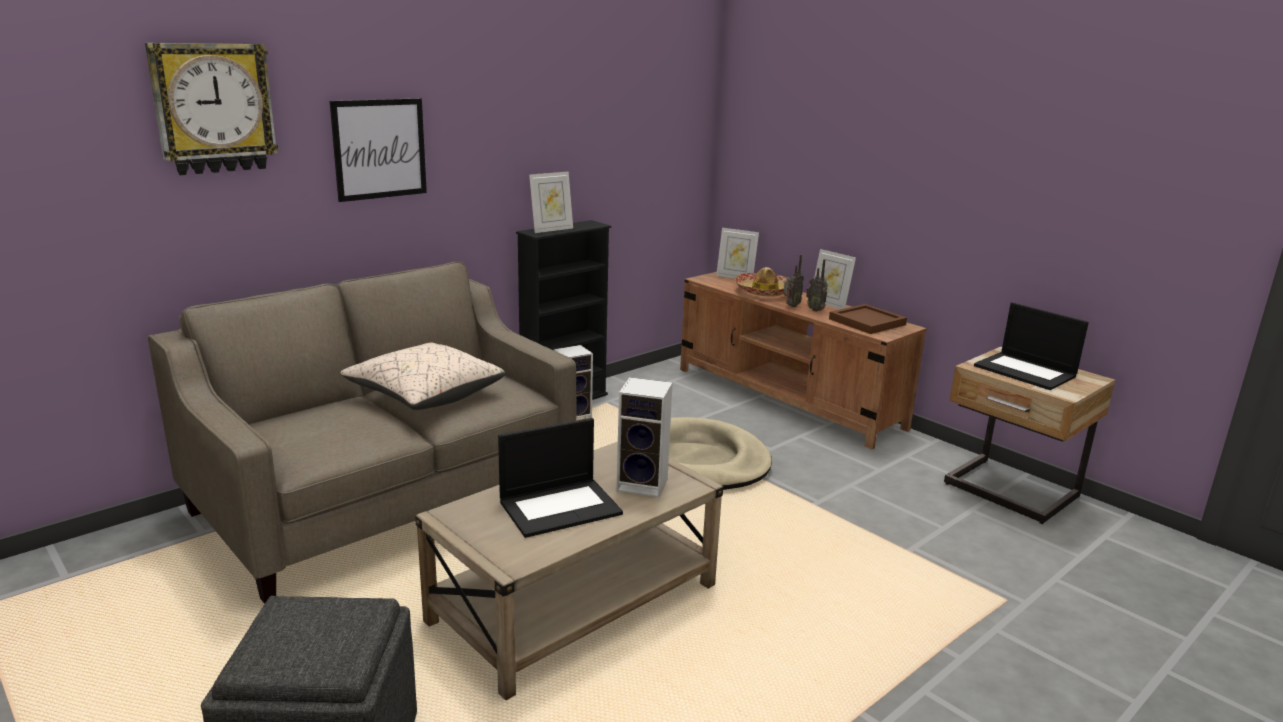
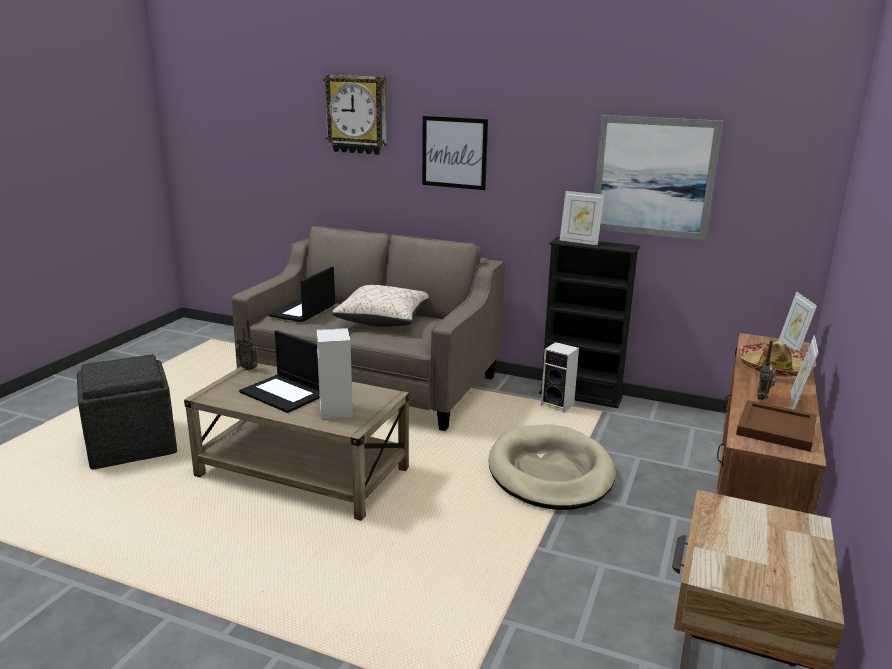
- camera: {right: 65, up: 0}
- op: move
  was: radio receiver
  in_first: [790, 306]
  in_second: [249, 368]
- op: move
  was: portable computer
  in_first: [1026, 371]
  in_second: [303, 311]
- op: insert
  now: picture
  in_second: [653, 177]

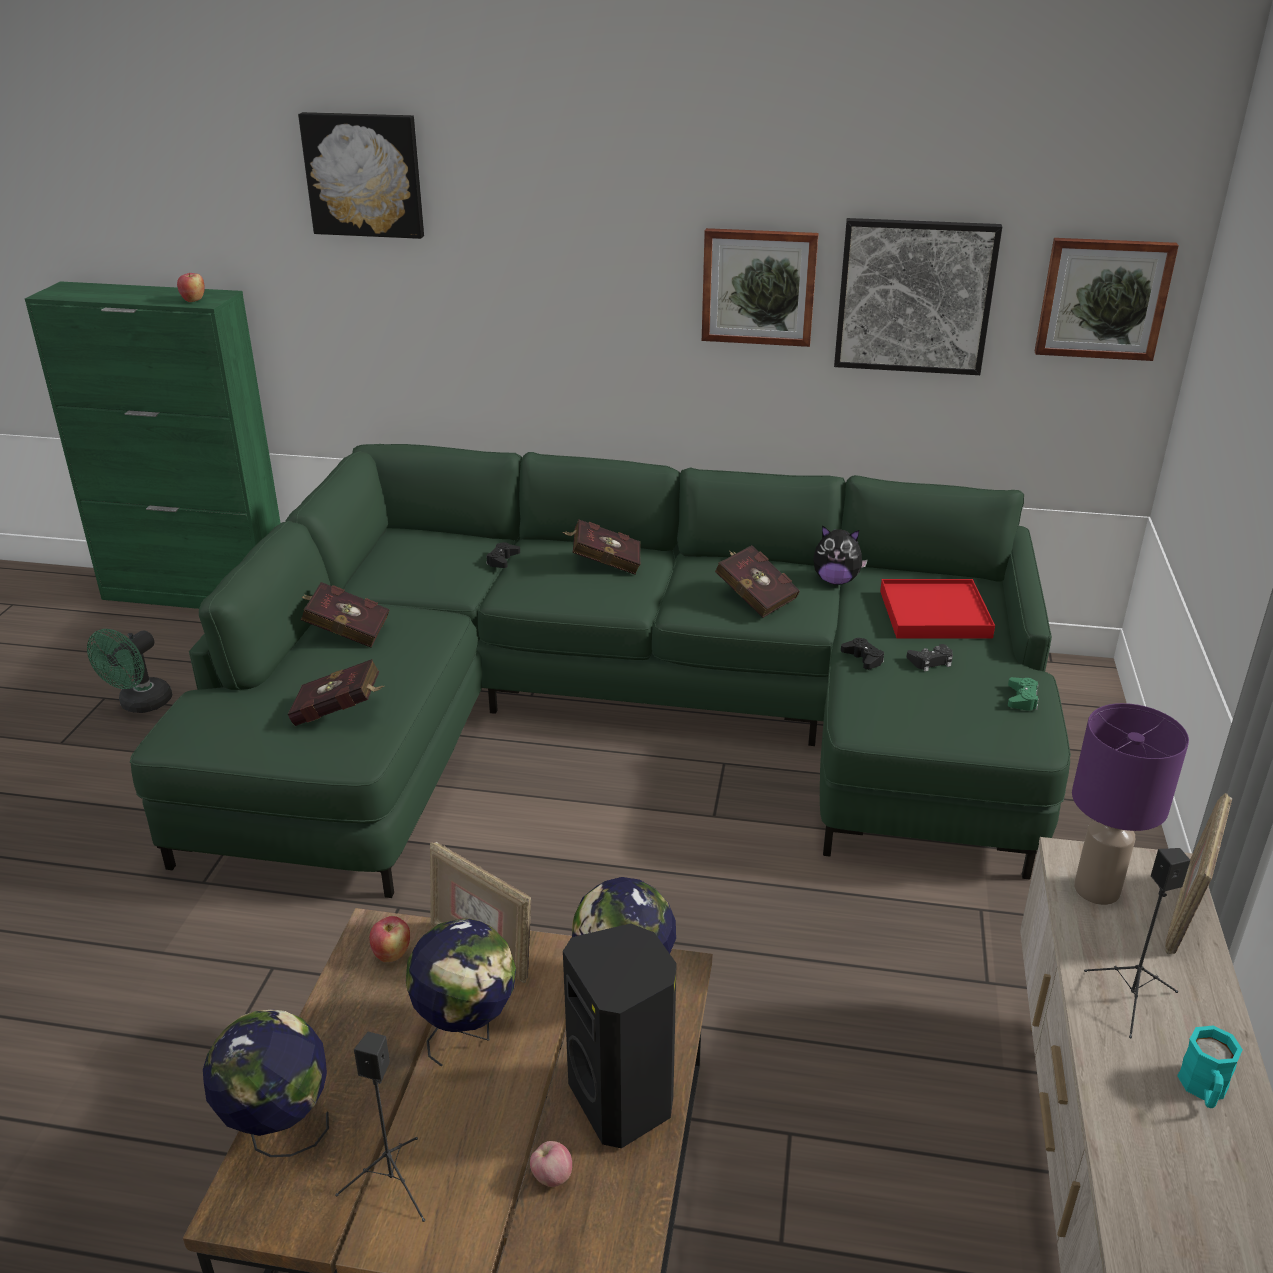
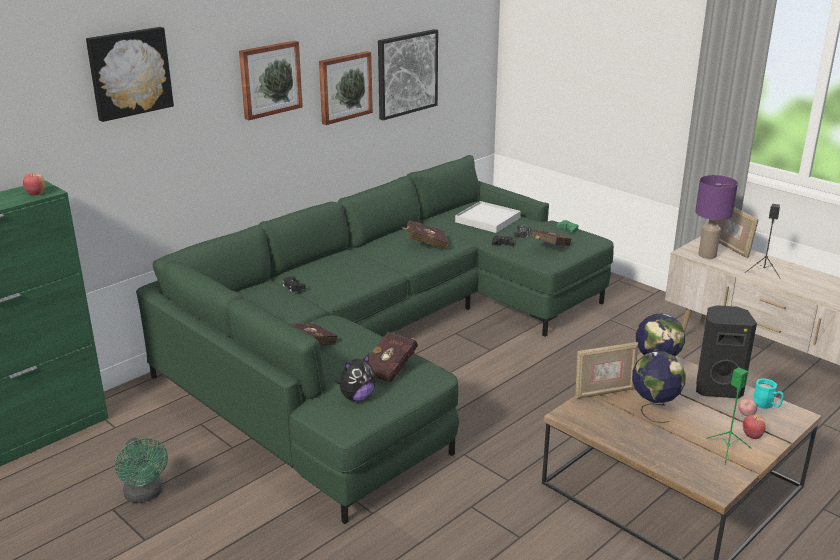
- camera: {right: -55, up: -5}
- op: move
  was: picture
  in_first: [1103, 298]
  in_second: [269, 79]
- op: move
  was: cuddly toy
  in_first: [836, 581]
  in_second: [356, 397]
- op: recolor
  was: serving tray in red-coloured
  now: serving tray in whitish
  in_first: [934, 614]
  in_second: [487, 220]
- op: move
  was: book in red-coloured
  in_first: [603, 563]
  in_second: [549, 248]
- op: recolor
  was: loudspeaker in black
  now: loudspeaker in greenish
  in_first: [393, 1184]
  in_second: [727, 449]
- op: move
  was: whole apple
  in_first: [391, 954]
  in_second: [752, 435]
- op: move
  was: mug in turquoise
  in_first: [1204, 1090]
  in_second: [766, 405]
- op: delete
  was: globe
  in_first: [279, 1131]

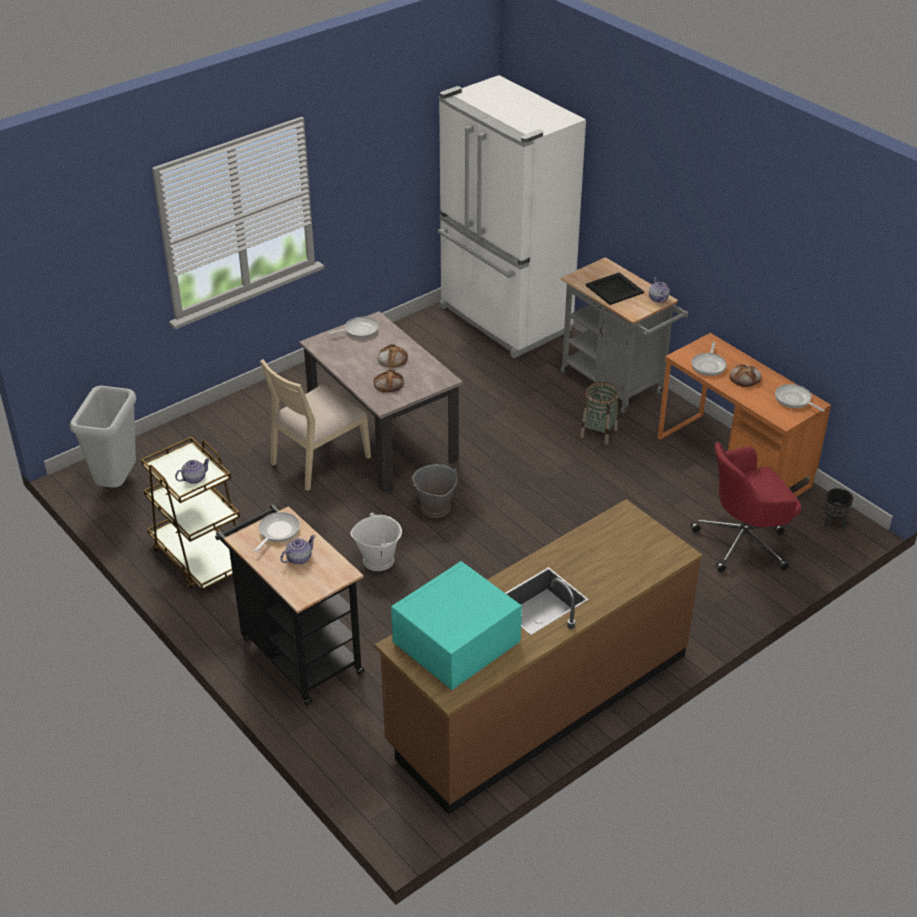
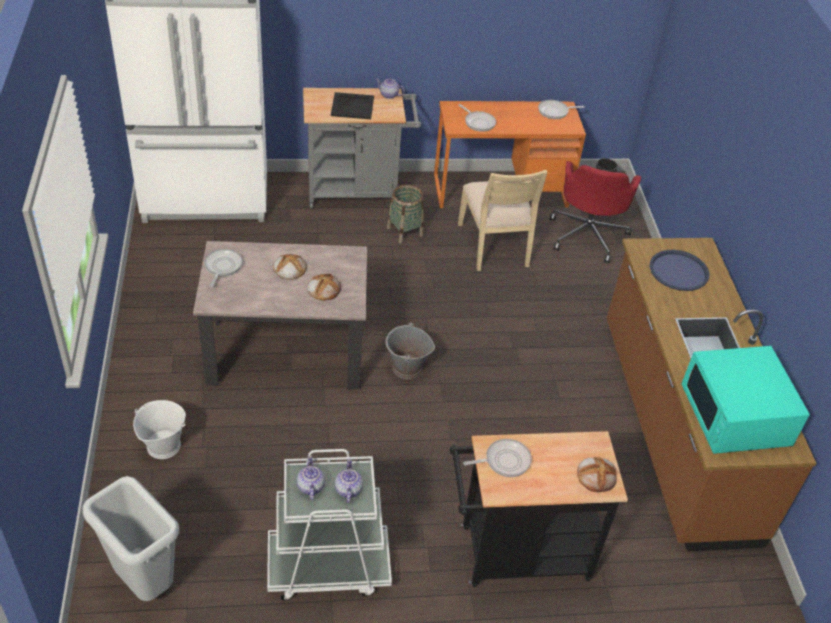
- camera: {right: -60, up: 5}
- op: move
  was: bucket in whitish
  in_first: [378, 559]
  in_second: [163, 445]
- op: recolor
  was: cart in brown
  now: cart in whitish
  in_first: [199, 558]
  in_second: [328, 567]
- op: move
  was: tea pot
  in_first: [298, 558]
  in_second: [310, 487]
- op: move
  was: chair in sand-coloured
  in_first: [319, 459]
  in_second: [494, 245]
- op: rotate
  was: skillet
  in_first: [277, 531]
  in_second: [504, 461]
  clockwise: 105
- op: move
  was: baked bread
  in_first: [745, 378]
  in_second: [596, 476]
- op: insert
  now: serving tray in blue-coloured
  in_second: [678, 271]

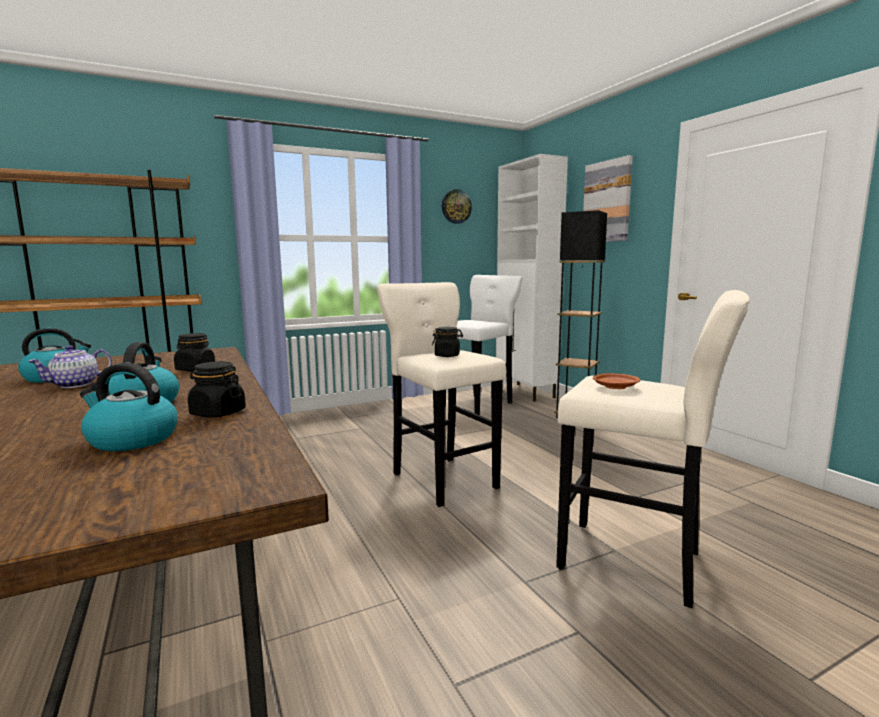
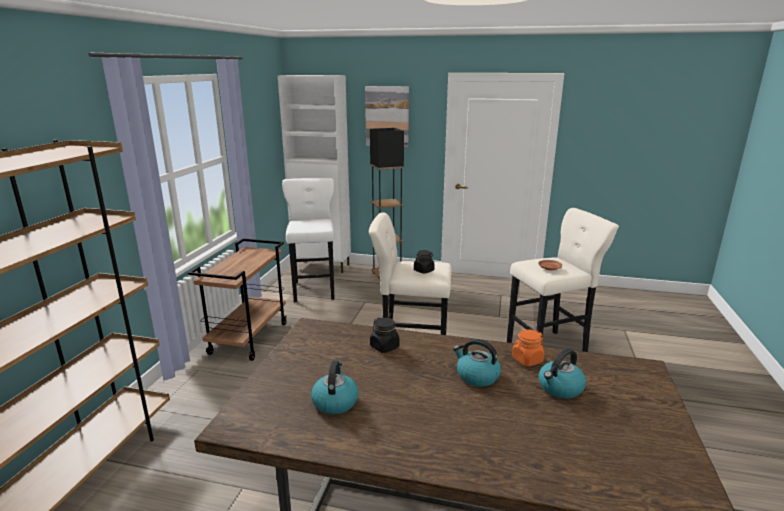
- camera: {right: -50, up: 10}
- op: insert
  now: cart in brown
  in_second: [249, 338]
- op: recolor
  was: preserve jar in black
  now: preserve jar in orangey
  in_first: [217, 413]
  in_second: [527, 360]
- op: delete
  was: tea pot
  in_first: [75, 385]
- op: delete
  was: clock on the wall
  in_first: [456, 206]

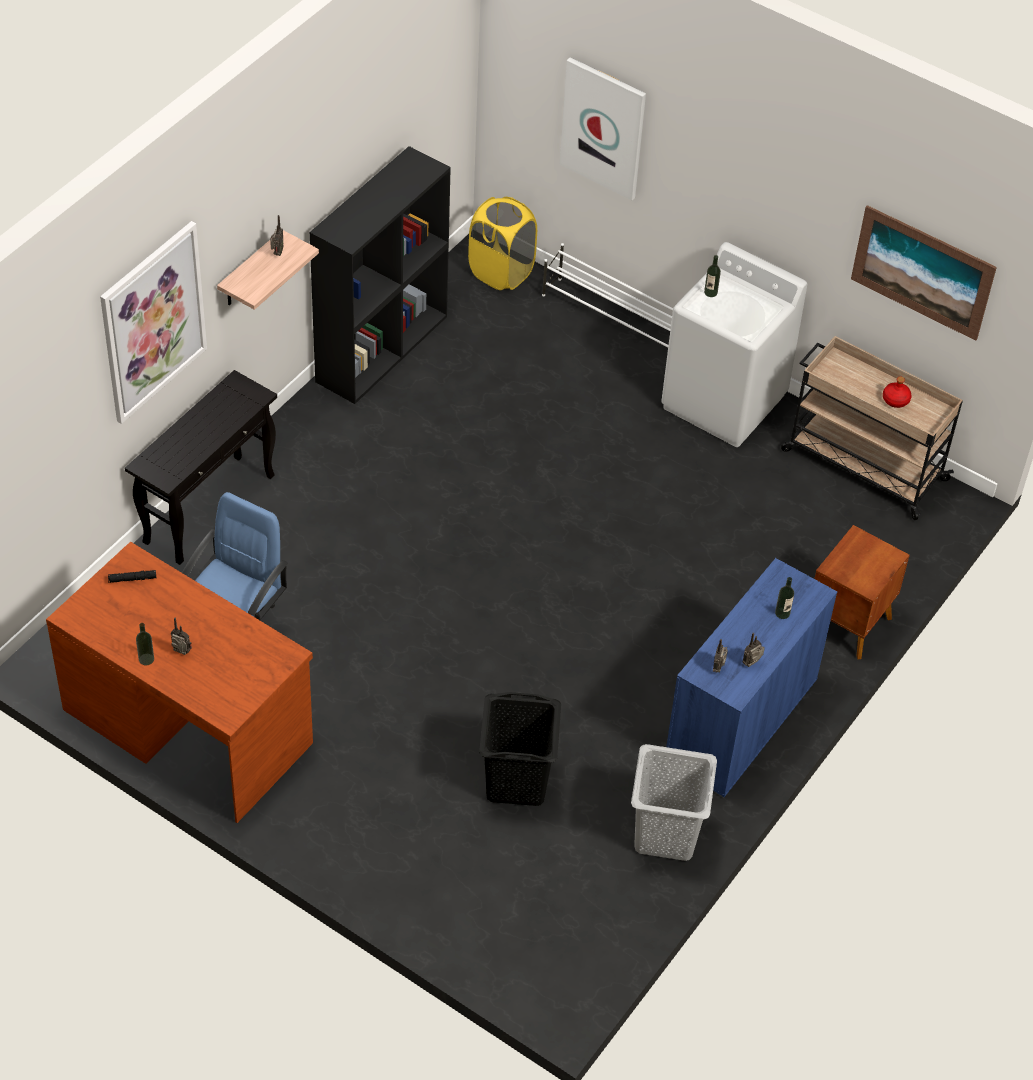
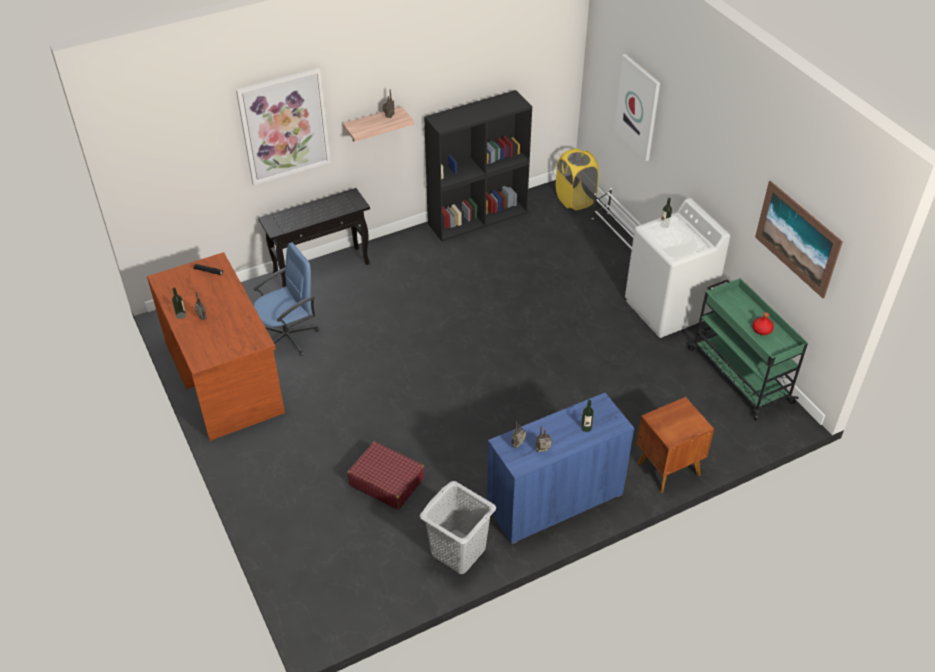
- camera: {right: 30, up: -5}
- op: replace
  was: laundry basket in black
  now: piece of luggage in red-coloured
  in_first: [516, 781]
  in_second: [386, 481]
- op: recolor
  was: cart in sand-coloured
  now: cart in greenish
  in_first: [862, 464]
  in_second: [738, 374]

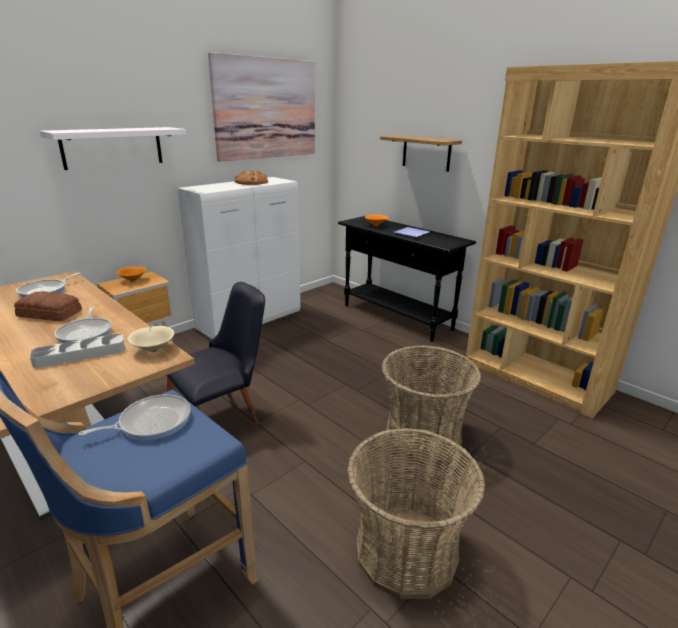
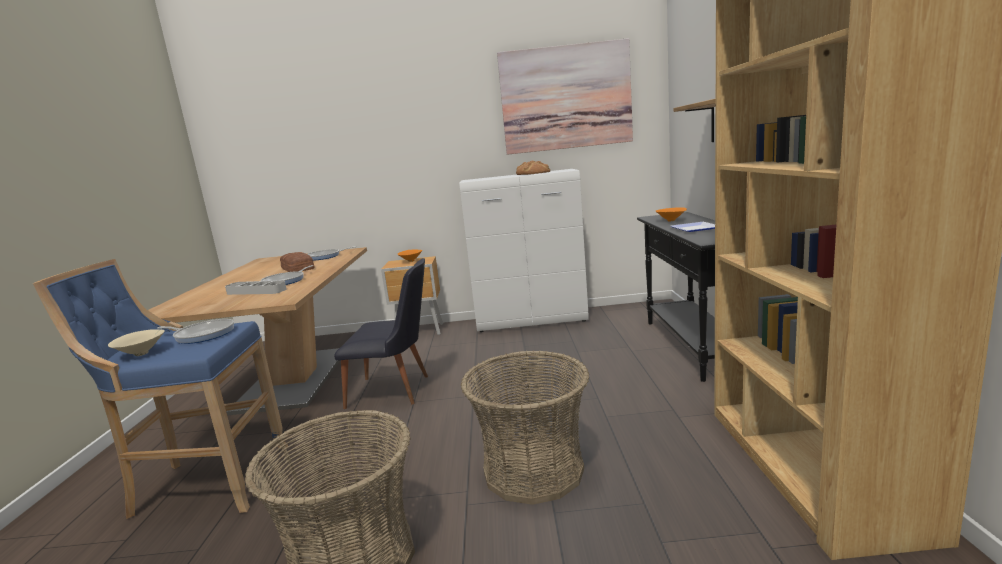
- camera: {right: 45, up: -10}
- op: move
  was: serving bowl in sand-coloured
  in_first: [153, 349]
  in_second: [143, 353]
- op: delete
  was: wall shelf in whitish
  in_first: [113, 147]

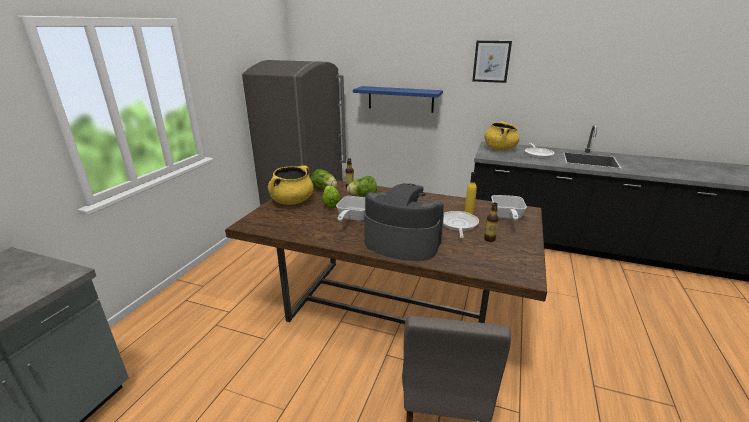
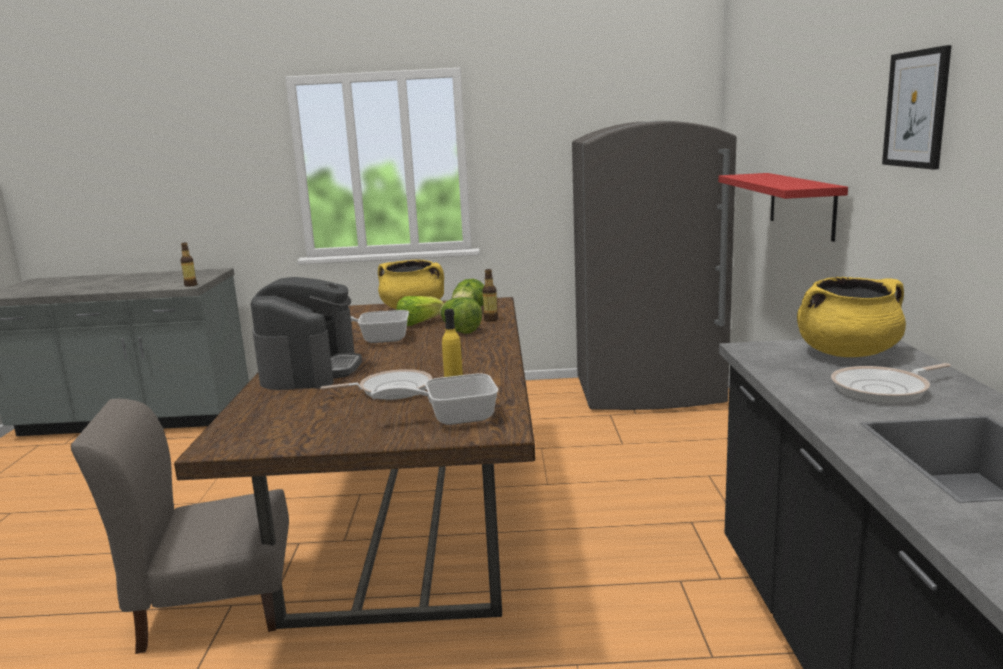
- camera: {right: 70, up: -10}
- op: move
  was: beverage bottle
  in_first: [489, 239]
  in_second: [190, 285]
- op: recolor
  was: wall shelf in blue-coloured
  now: wall shelf in red-coloured
  in_first: [400, 99]
  in_second: [801, 204]

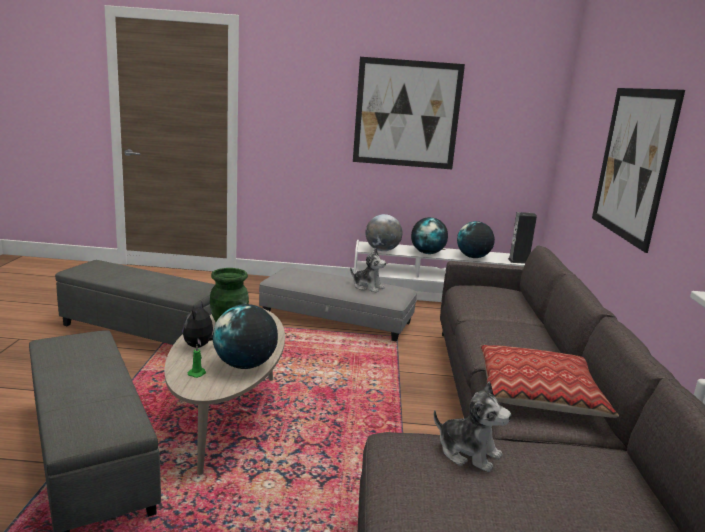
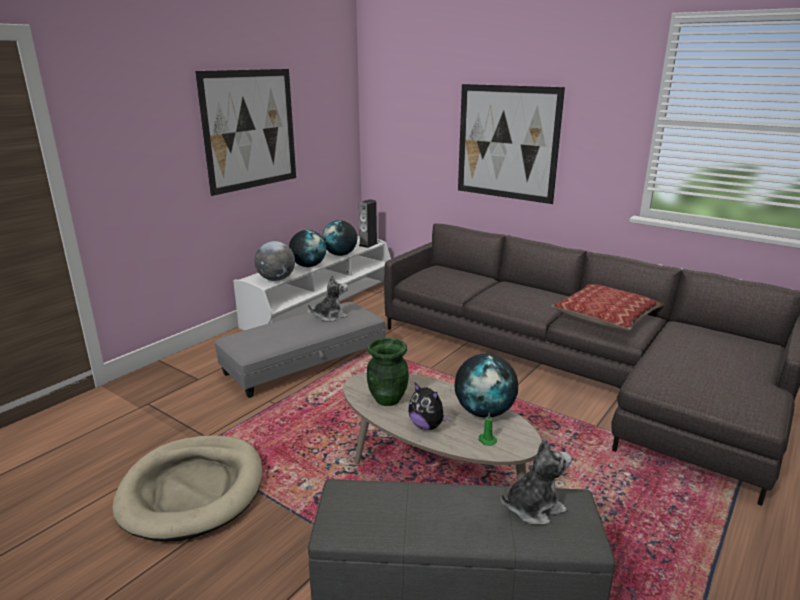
- camera: {right: -55, up: 5}
- op: replace
  was: footrest in grey
  now: dog cushion in sand-coloured
  in_first: [144, 331]
  in_second: [193, 490]
- op: move
  was: cuddly toy
  in_first: [468, 453]
  in_second: [533, 507]

